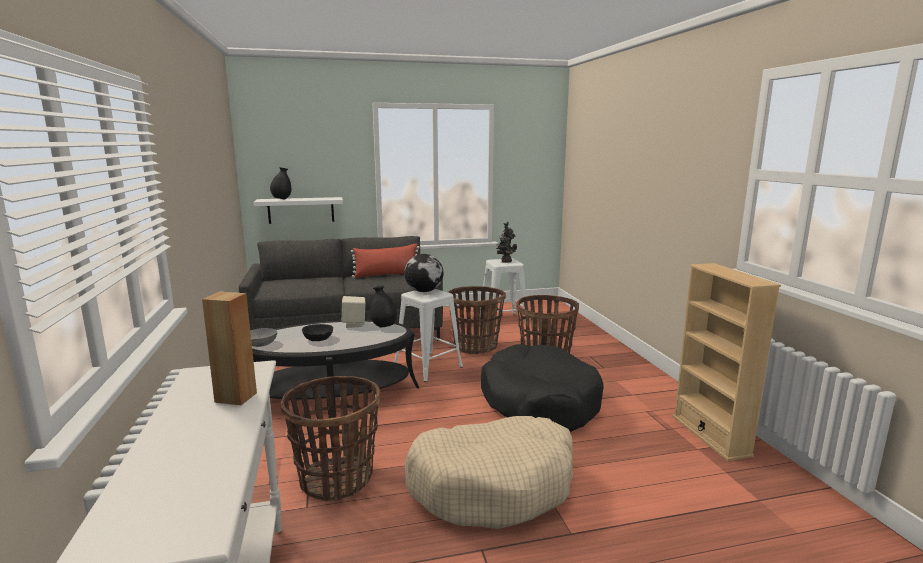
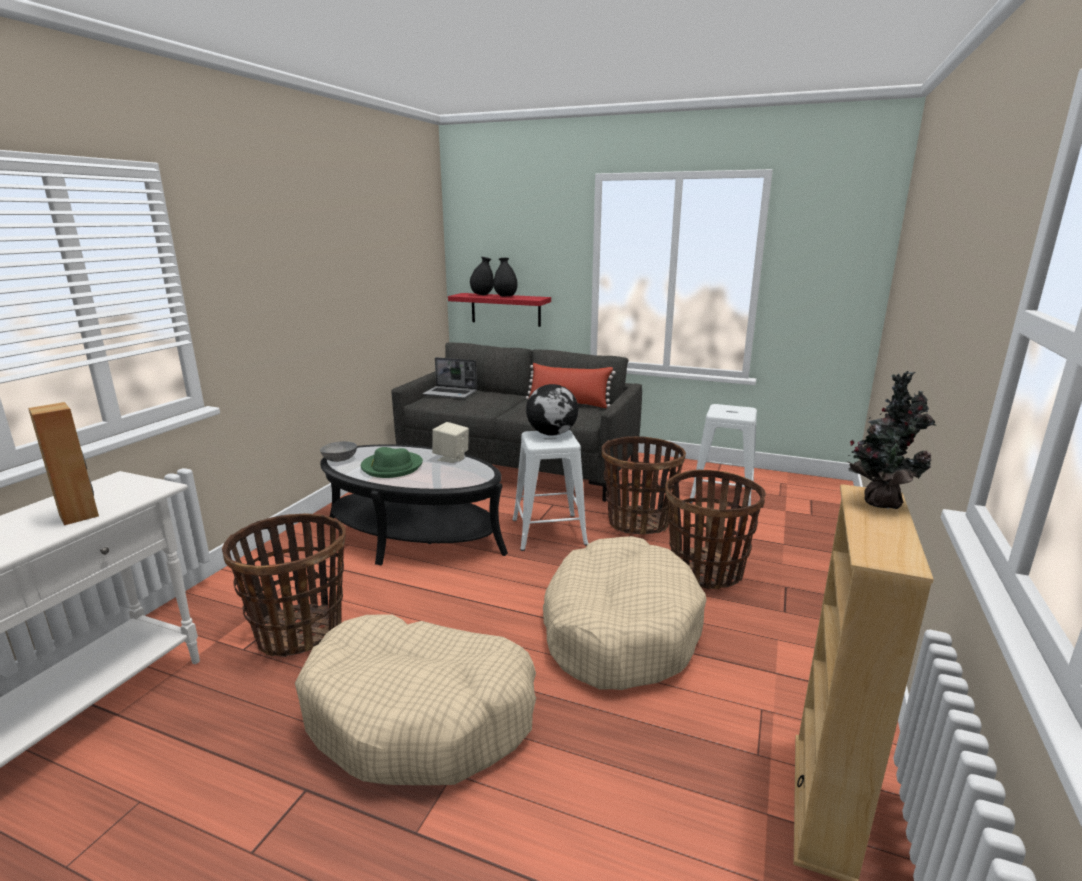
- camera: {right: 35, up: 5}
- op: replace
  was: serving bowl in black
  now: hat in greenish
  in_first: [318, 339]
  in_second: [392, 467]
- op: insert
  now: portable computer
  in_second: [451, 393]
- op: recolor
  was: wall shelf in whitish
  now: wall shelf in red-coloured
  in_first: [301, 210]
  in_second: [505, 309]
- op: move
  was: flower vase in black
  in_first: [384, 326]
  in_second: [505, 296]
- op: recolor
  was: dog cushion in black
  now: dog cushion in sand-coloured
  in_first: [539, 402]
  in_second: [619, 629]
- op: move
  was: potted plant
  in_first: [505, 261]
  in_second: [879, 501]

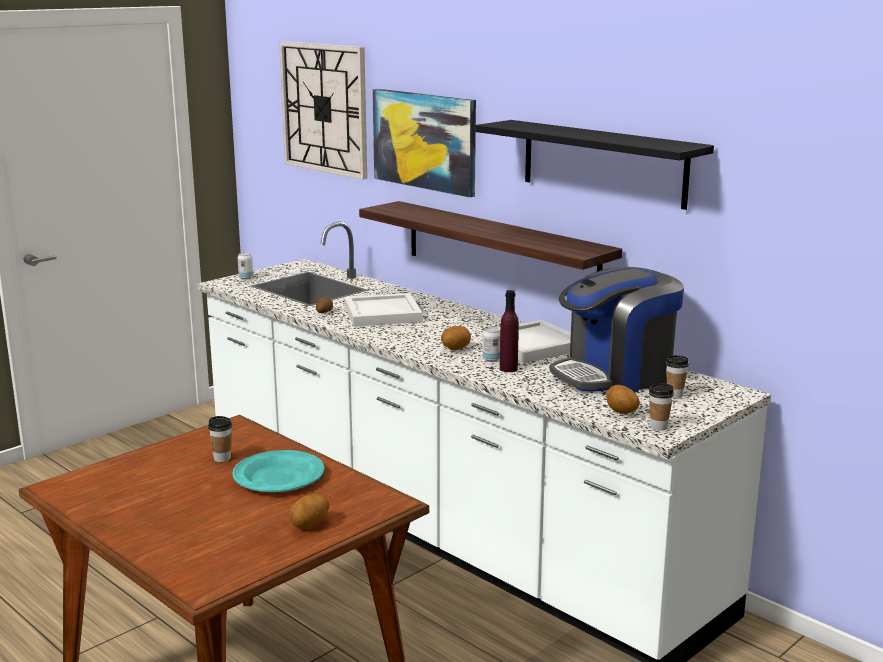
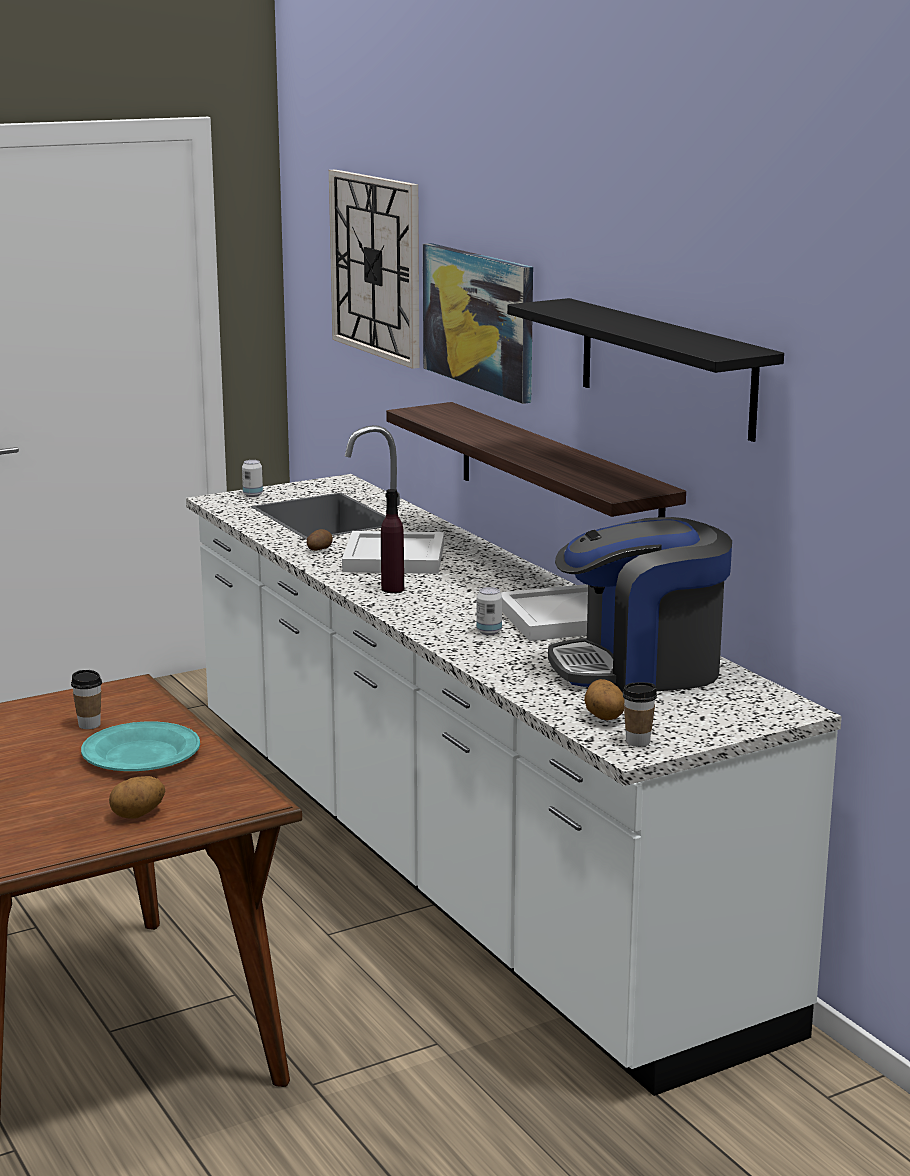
- camera: {right: 15, up: 0}
- op: move
  was: beverage bottle in purple
  in_first: [508, 369]
  in_second: [392, 589]
- op: delete
  was: potato
  in_first: [455, 349]
- op: delete
  was: cup
  in_first: [674, 395]

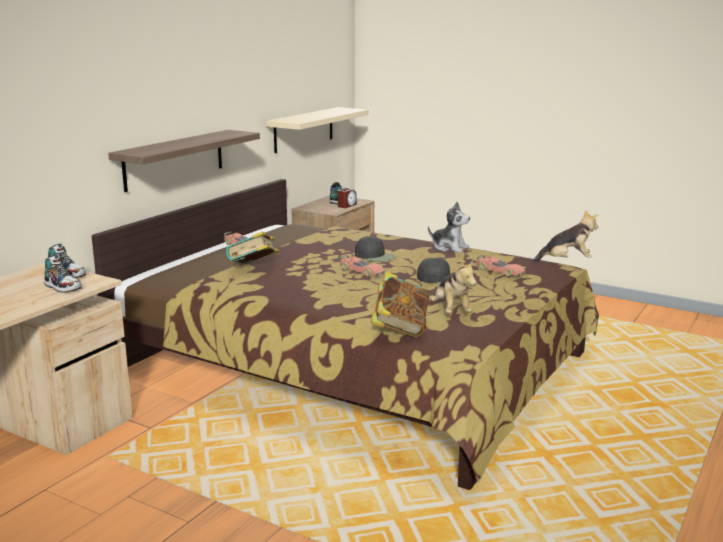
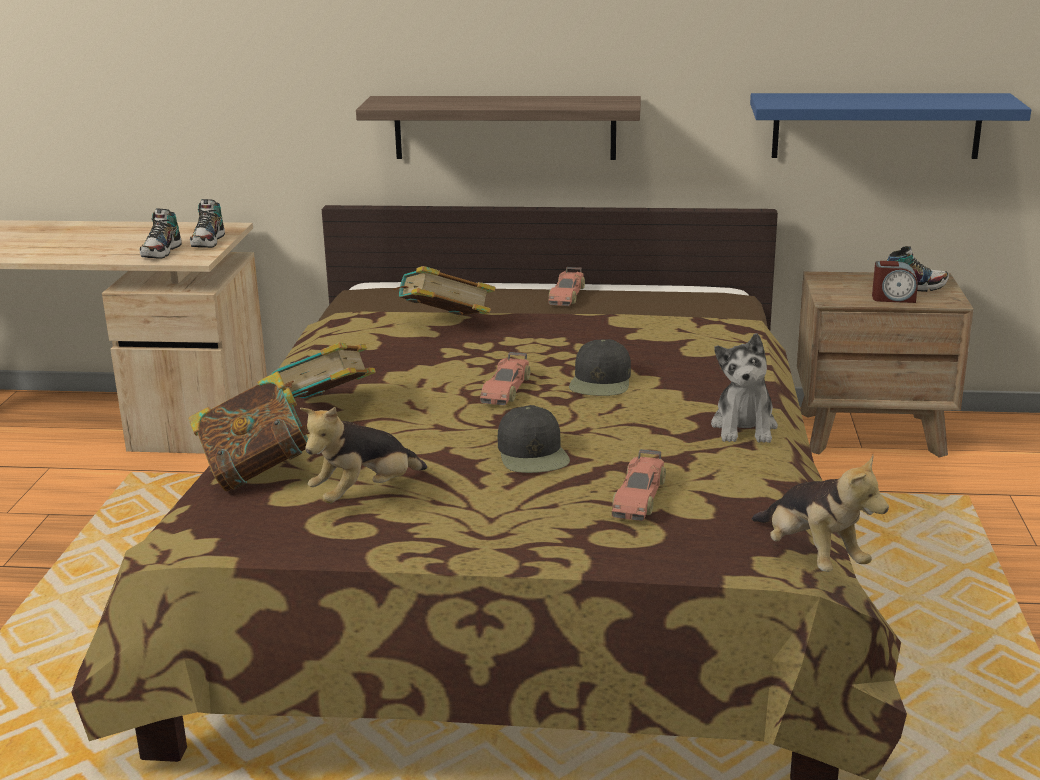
- camera: {right: 65, up: 5}
- op: insert
  now: book
  in_second: [326, 409]
- op: recolor
  was: wall shelf in sand-coloured
  now: wall shelf in blue-coloured
  in_first: [304, 129]
  in_second: [876, 125]

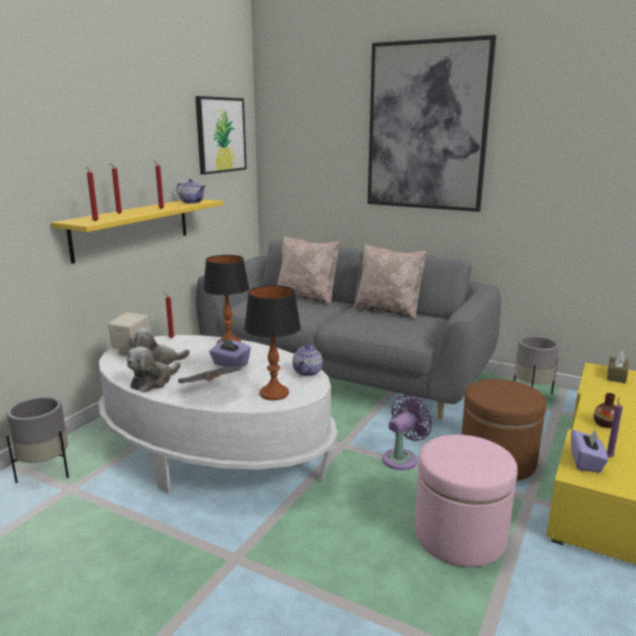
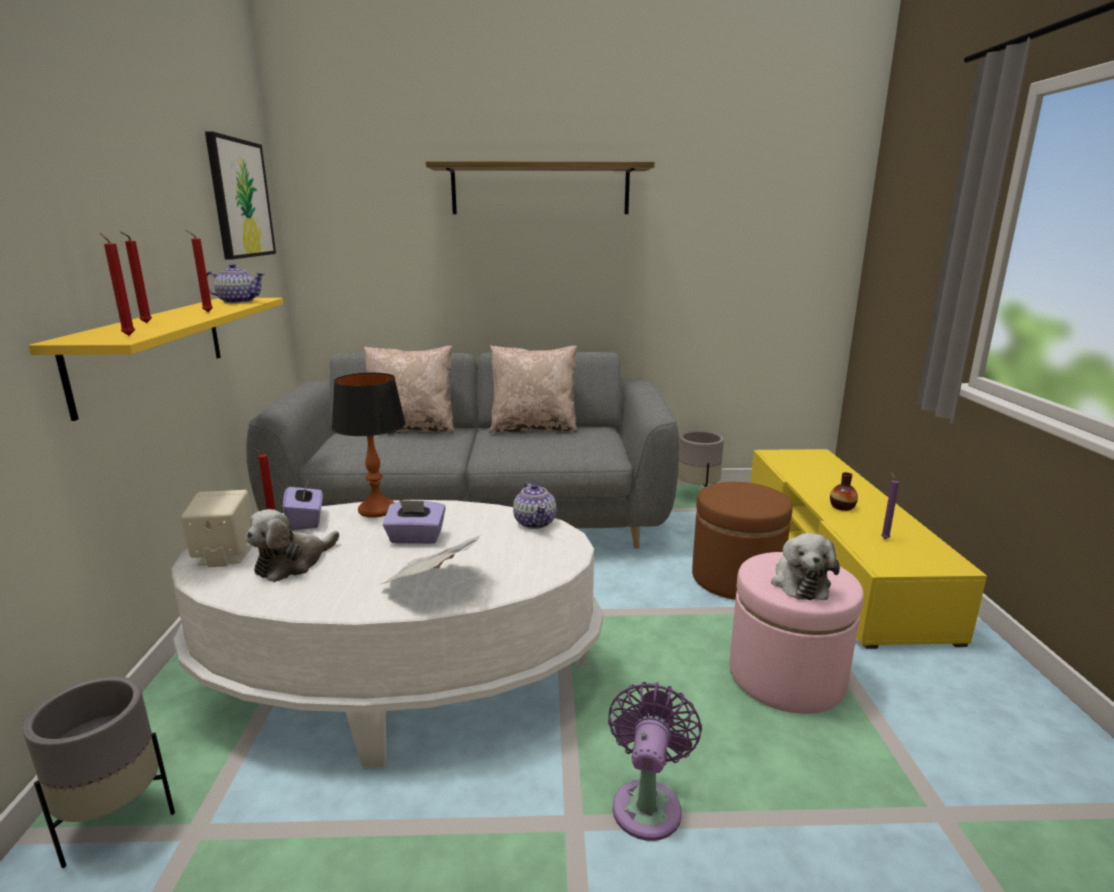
- camera: {right: -30, up: 0}
- op: move
  was: tissue box in purple
  in_first: [586, 462]
  in_second: [306, 521]
- op: replace
  was: picture
  now: wall shelf
  in_first: [427, 127]
  in_second: [540, 190]
- op: move
  was: electric fan in purple
  in_first: [402, 458]
  in_second: [648, 803]
- op: move
  was: cuddly toy
  in_first: [153, 382]
  in_second: [799, 582]
- op: delete
  was: tabletop lamp
  in_first: [274, 393]
- op: delete
  was: tissue box in brown
  in_first: [616, 376]

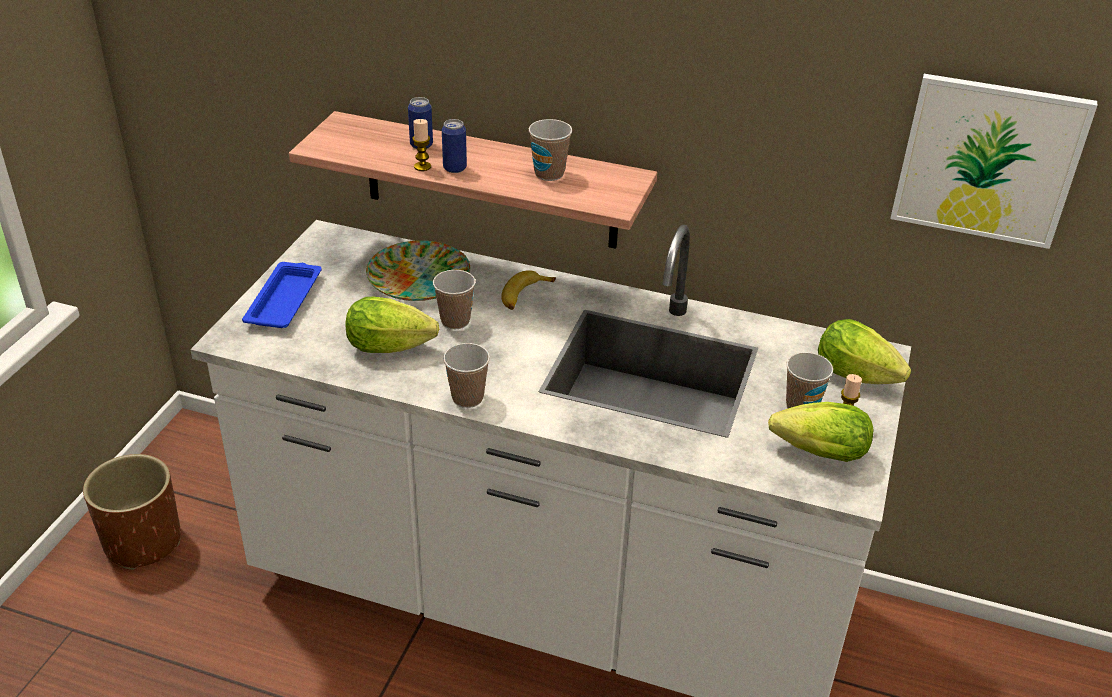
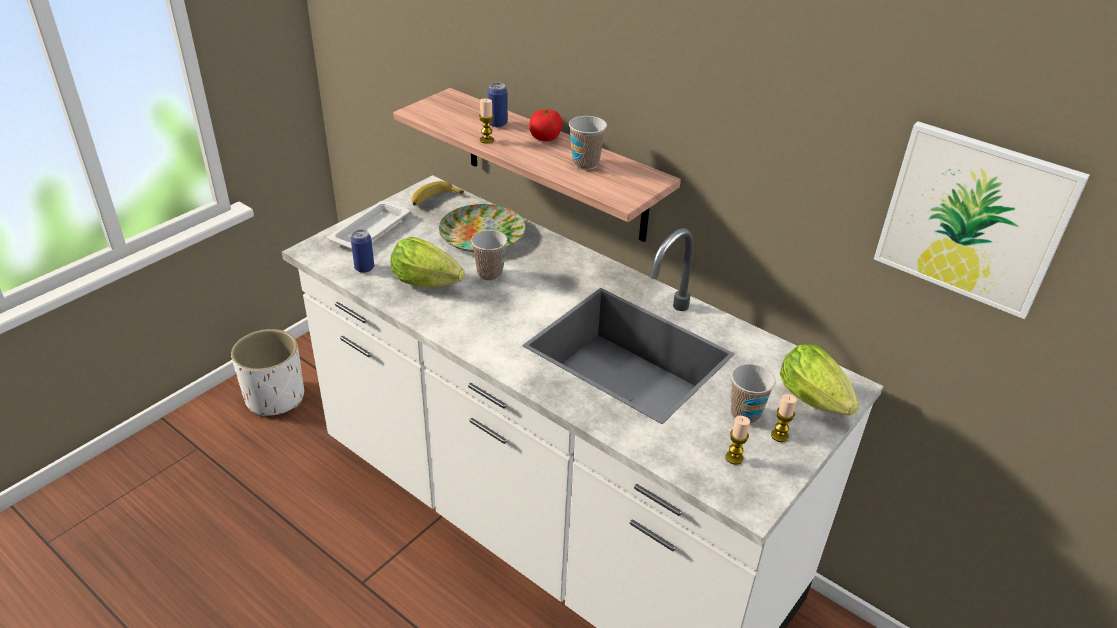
- camera: {right: 20, up: 0}
- op: recolor
  was: plant pot in brown
  now: plant pot in whitish
  in_first: [143, 542]
  in_second: [275, 398]
- op: recolor
  was: serving tray in blue-coloured
  now: serving tray in whitish
  in_first: [285, 300]
  in_second: [371, 230]
- op: move
  was: metal can
  in_first: [454, 168]
  in_second: [364, 268]
- op: move
  was: banana fruit
  in_first: [524, 296]
  in_second: [433, 199]
- op: insert
  now: tomato
  in_second: [545, 138]
- op: replace
  was: lettuce
  now: wax candle
  in_first: [814, 452]
  in_second: [734, 458]
- op: delete
  was: cup
  in_first: [467, 398]

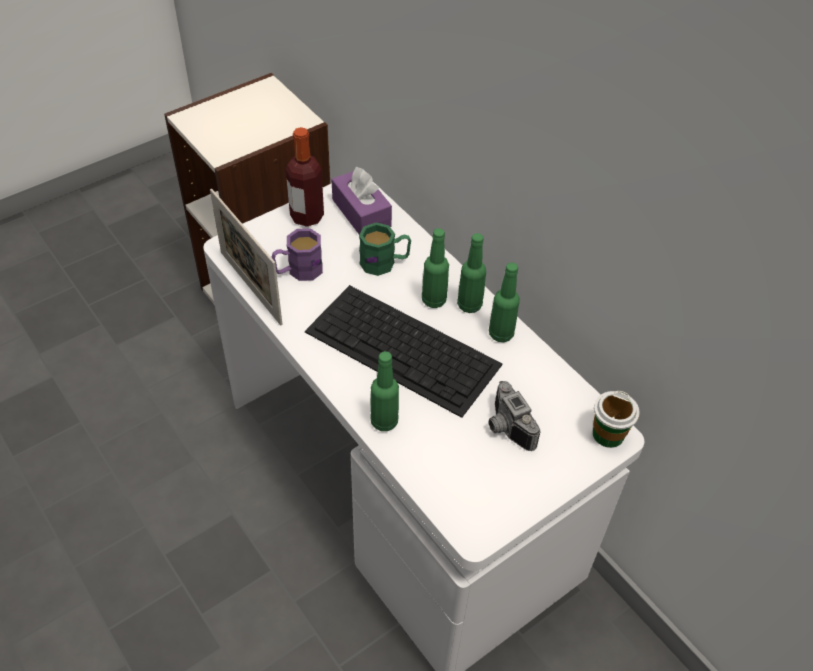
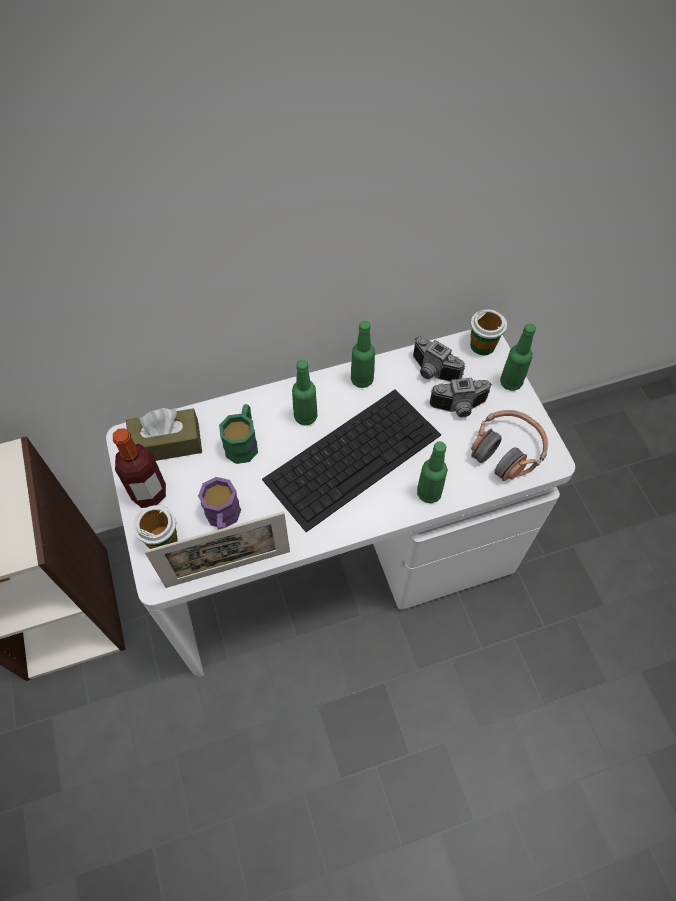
- camera: {right: -70, up: 10}
- op: recolor
  was: tissue box in purple
  now: tissue box in brown
  in_first: [361, 213]
  in_second: [167, 443]
- op: insert
  now: cup
  in_second: [163, 540]
- op: insert
  now: photo camera
  in_second: [431, 372]
- op: insert
  now: headphones
  in_second: [506, 451]
- op: move
  was: beverage bottle in greenish
  in_first: [469, 305]
  in_second: [510, 382]

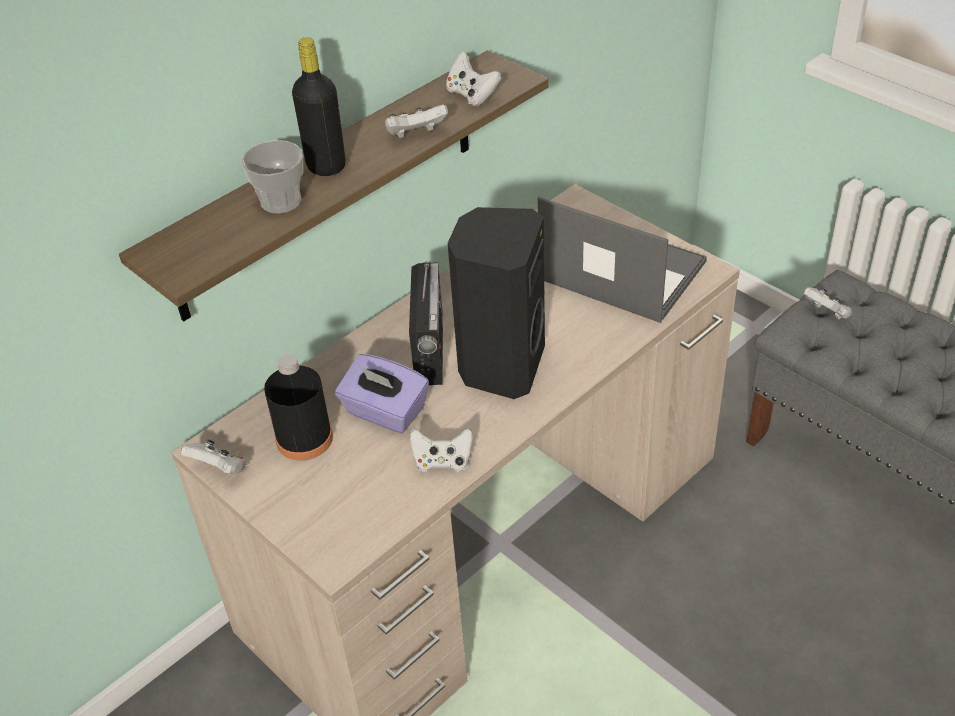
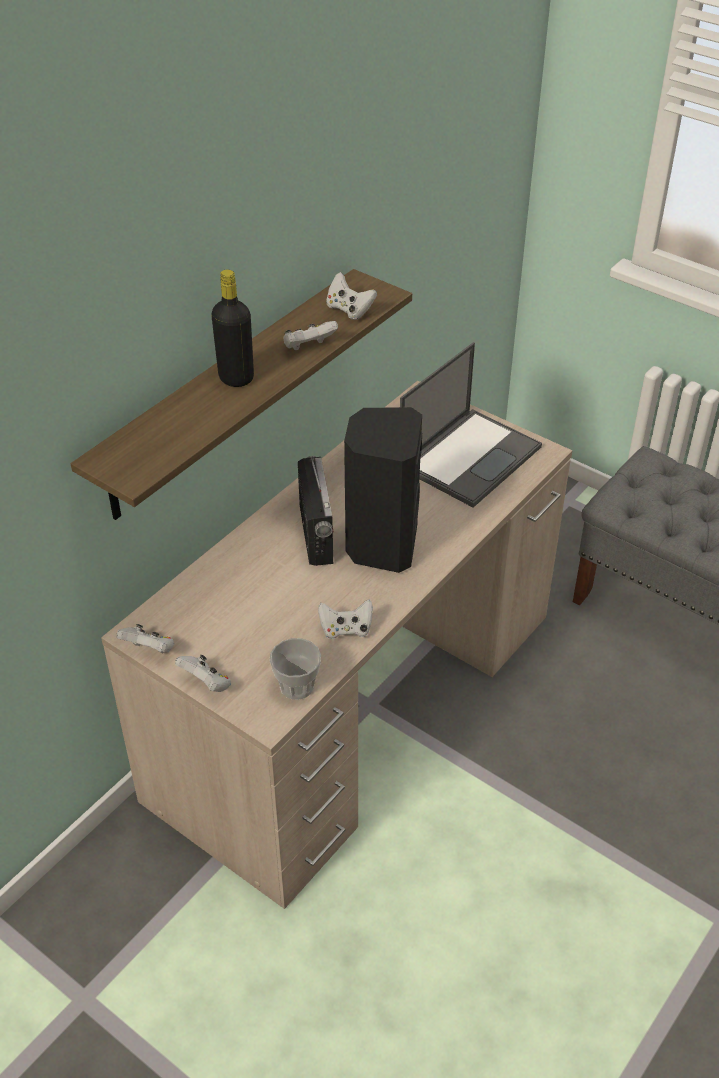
- camera: {right: -10, up: 0}
- op: move
  was: gamepad in whitish
  in_first: [827, 313]
  in_second: [206, 684]
- op: move
  was: cup
  in_first: [281, 201]
  in_second: [296, 686]
- op: rotate
  was: portable computer
  in_first: [620, 270]
  in_second: [470, 456]
  clockwise: 105
- op: delete
  was: beverage bottle in black
  in_first: [304, 439]
- op: delete
  was: tissue box in purple
  in_first: [384, 412]

